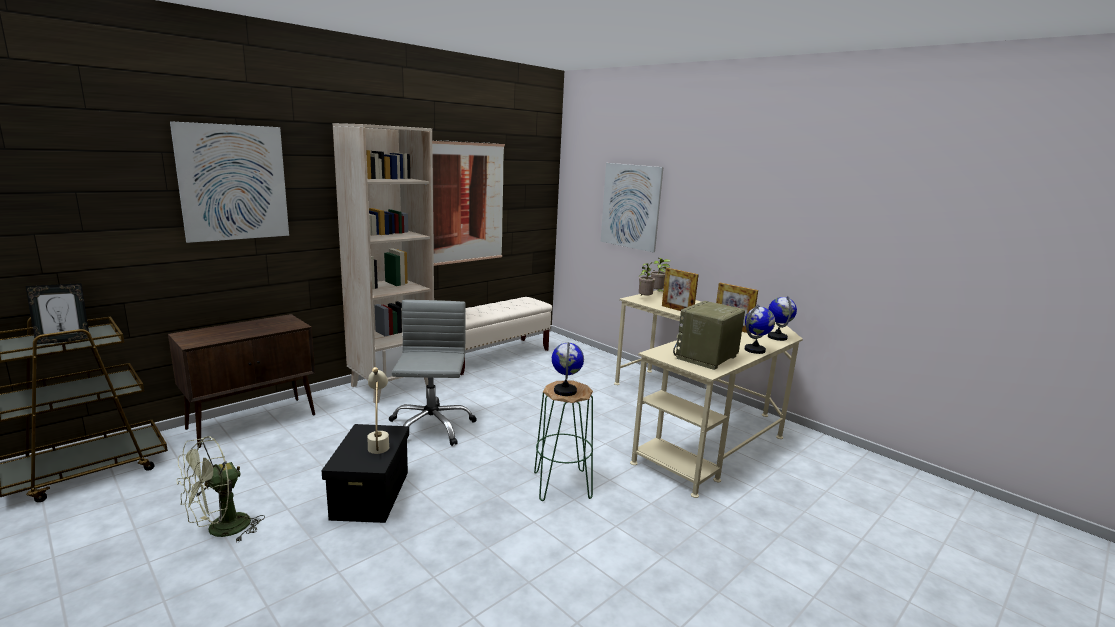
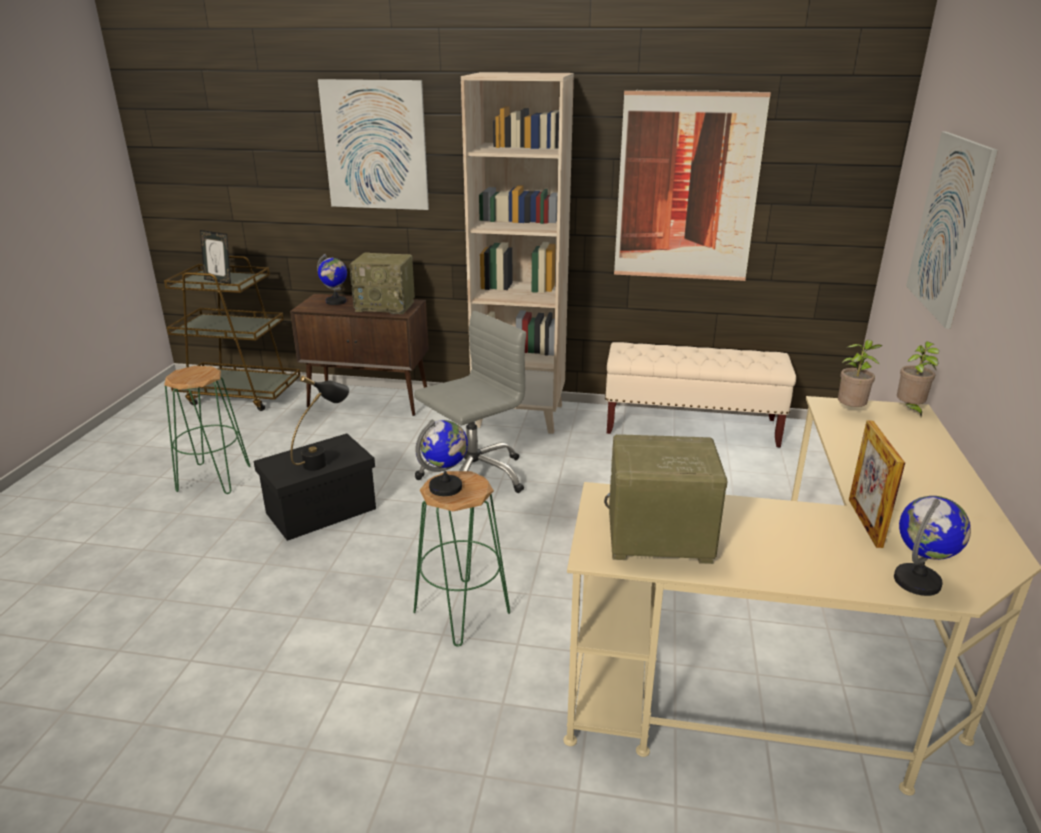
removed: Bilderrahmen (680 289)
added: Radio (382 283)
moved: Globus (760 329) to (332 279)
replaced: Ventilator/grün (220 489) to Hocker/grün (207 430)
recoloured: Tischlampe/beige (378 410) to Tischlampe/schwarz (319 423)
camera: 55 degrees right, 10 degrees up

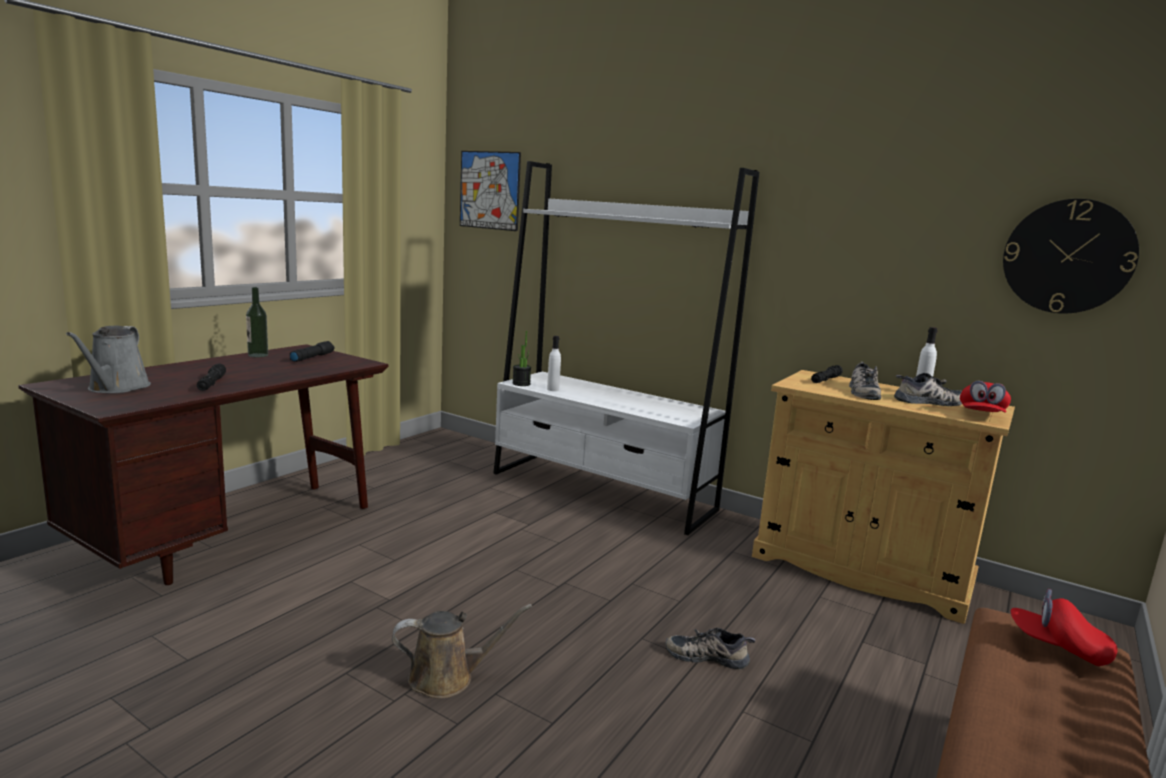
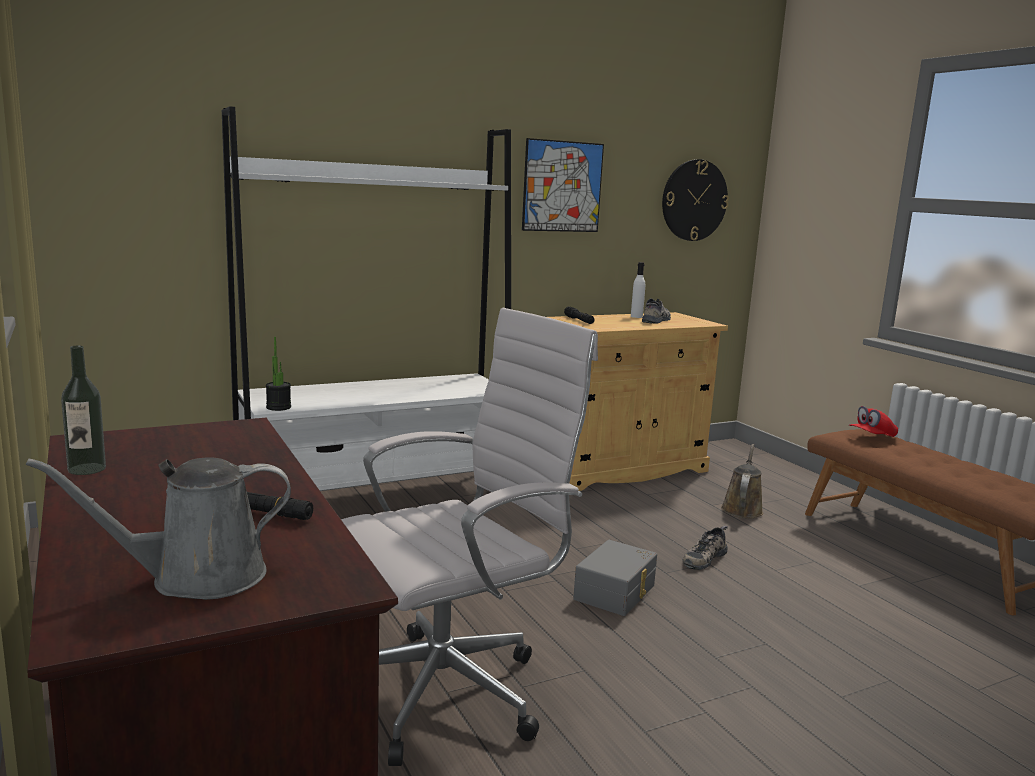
removed: Taschenlampe/schwarz (312 351); Flasche/weiß (554 363); Schuh (865 381); Kappe/rot (985 397)
added: Bürostuhl/weiß (469 537); Aufbewahrungsbox/grau (615 578)
moved: Gießkanne/braun (462 651) to (742 481); Bild (490 191) to (563 185)
turned: Gießkanne/grau (108 359) = (158 528) 135 degrees clockwise
camera: 60 degrees left, 0 degrees up

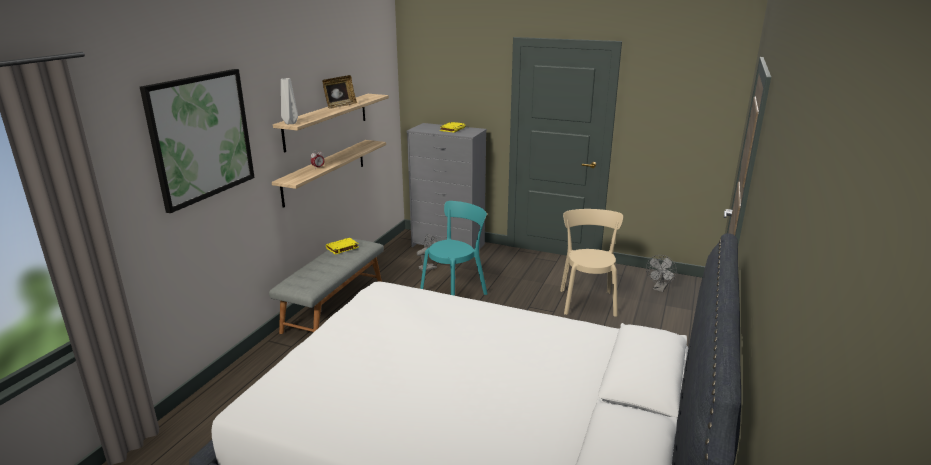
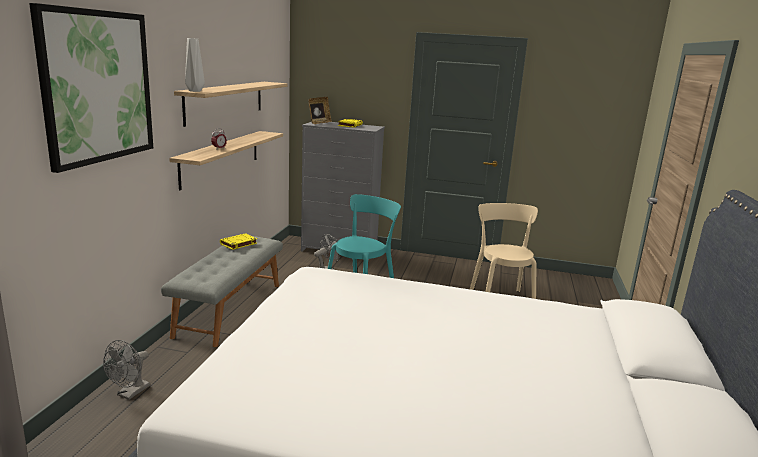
moved: Bilderrahmen (339 92) to (320 110); Ventilator/grau (661 273) to (126 370)
camera: 10 degrees left, 5 degrees down

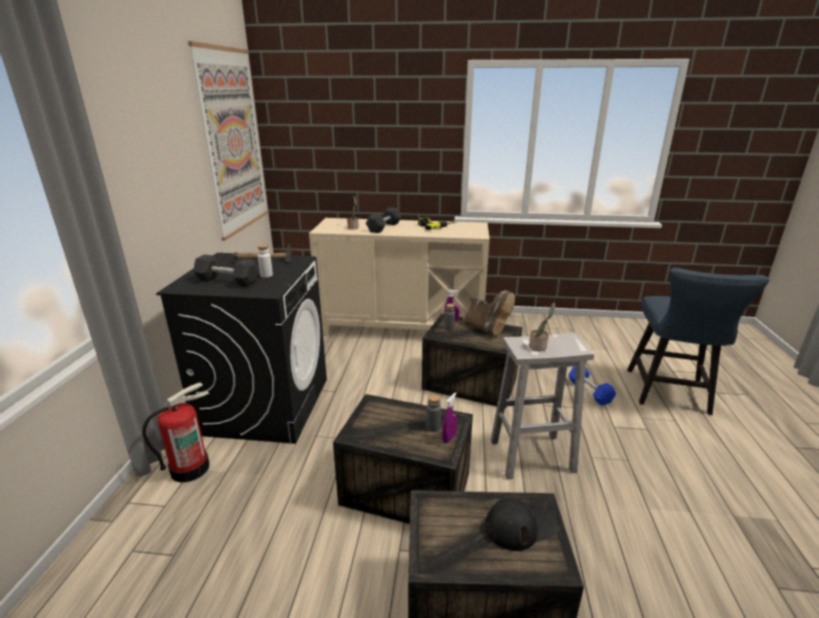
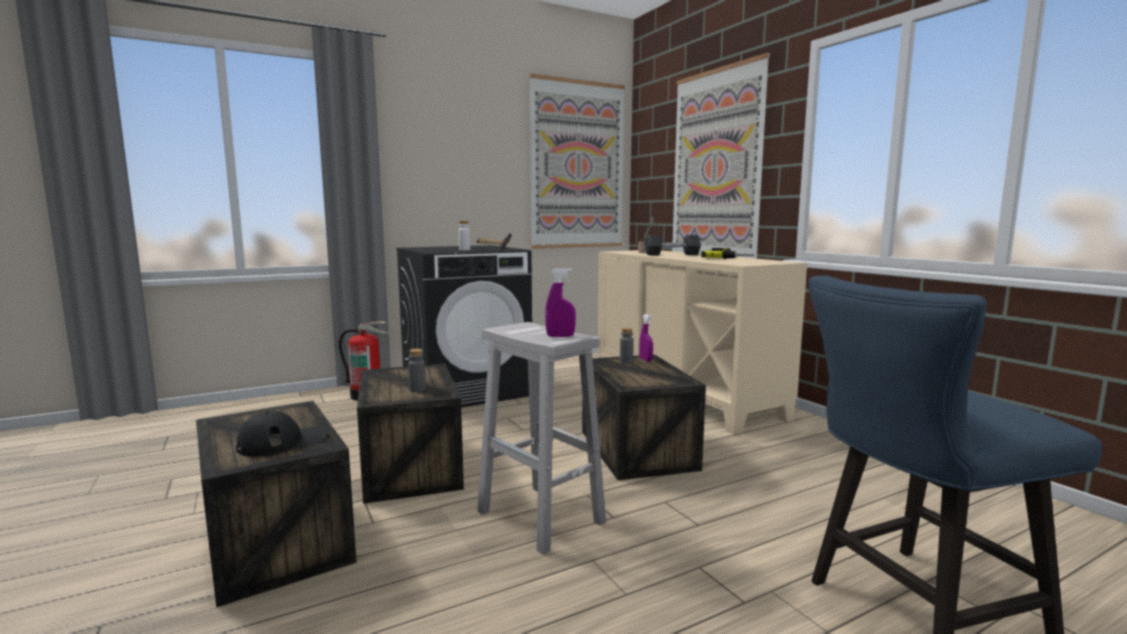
removed: Hantel/schwarz (225 270); Stiefel/braun (488 313); Topfpflanze (542 327); Hantel/blau (592 386)
added: Bild (721 156)
moved: Sprühflasche/lila (449 417) to (560 302)
turned: Kappe/schwarz (521 524) = (281 434) 75 degrees counterclockwise
camera: 55 degrees right, 15 degrees down

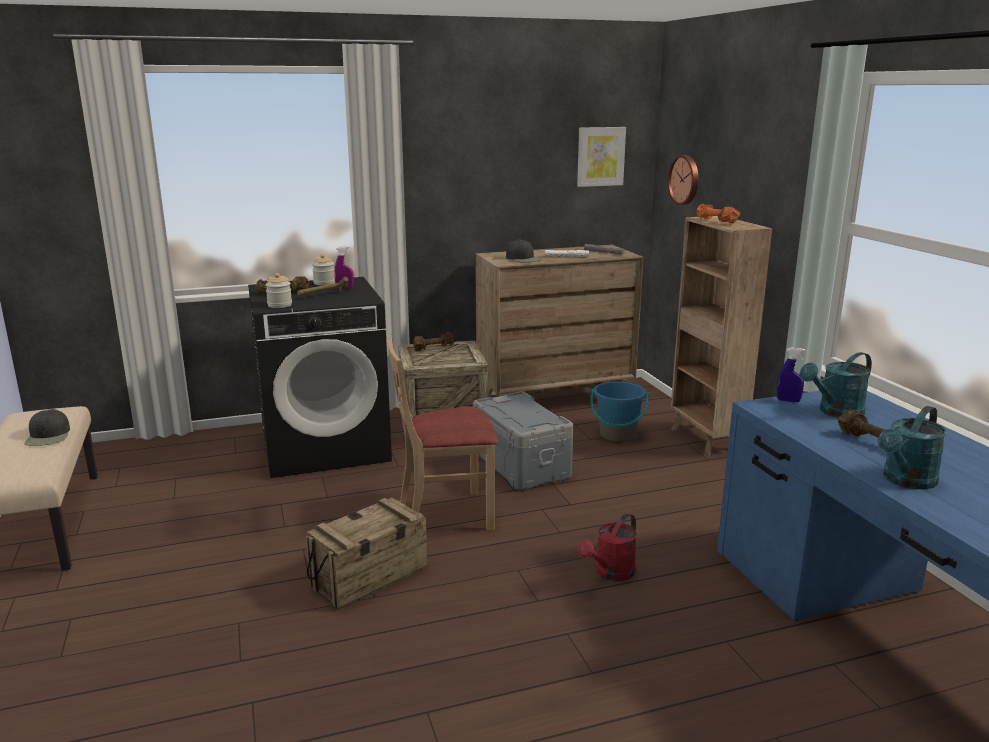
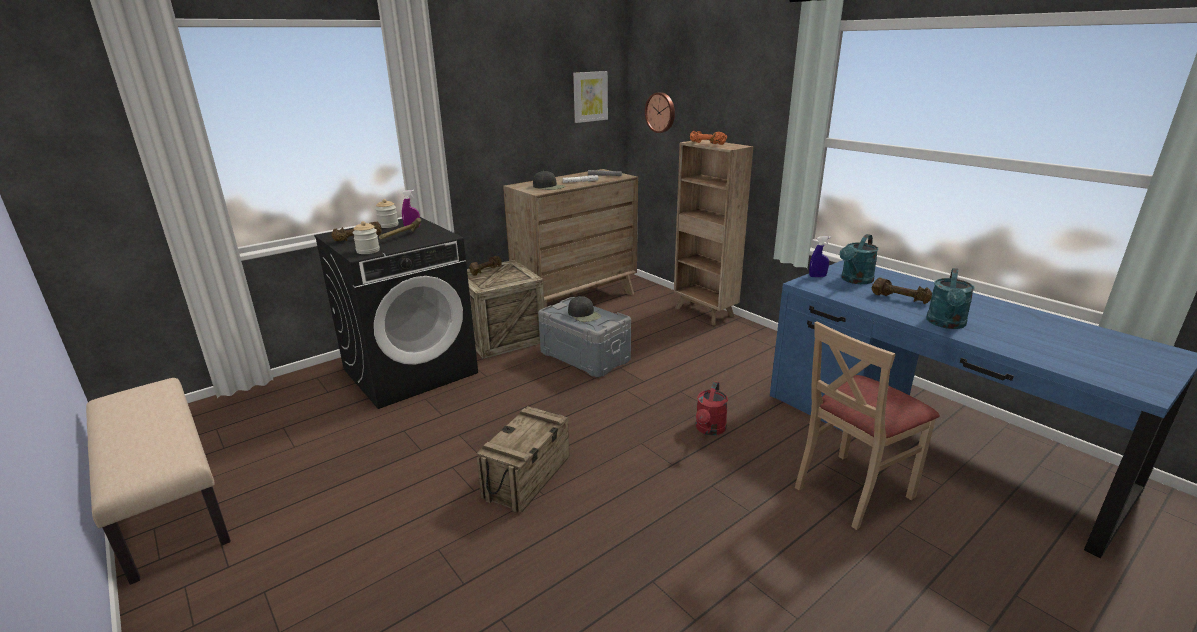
removed: Eimer/blau (619 412)
moved: Kappe/schwarz (47 427) to (584 309); Stuhl/beige (443 434) to (867 425)
camera: 20 degrees left, 5 degrees up

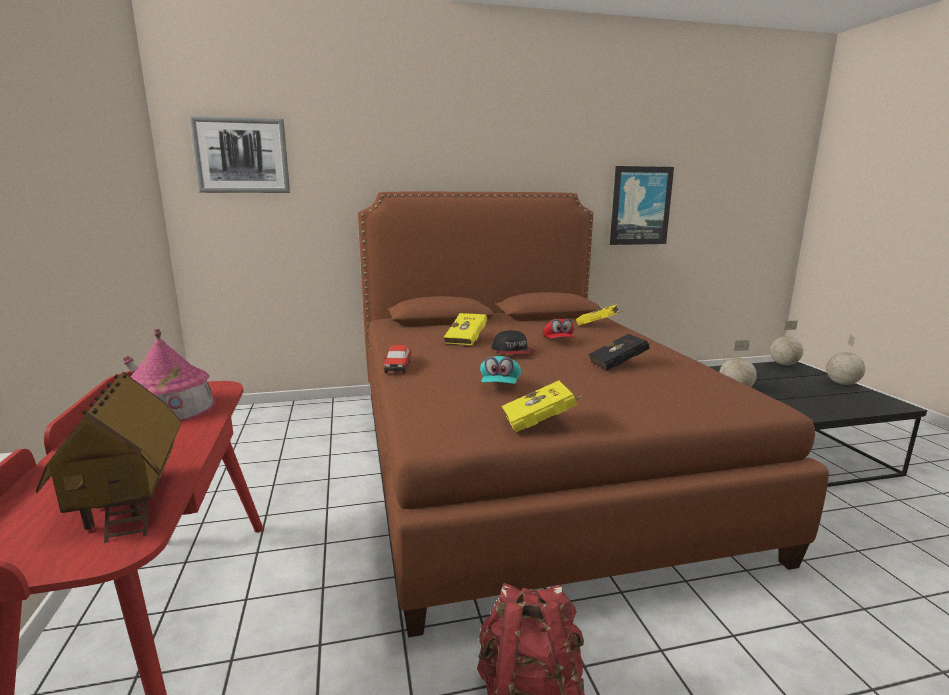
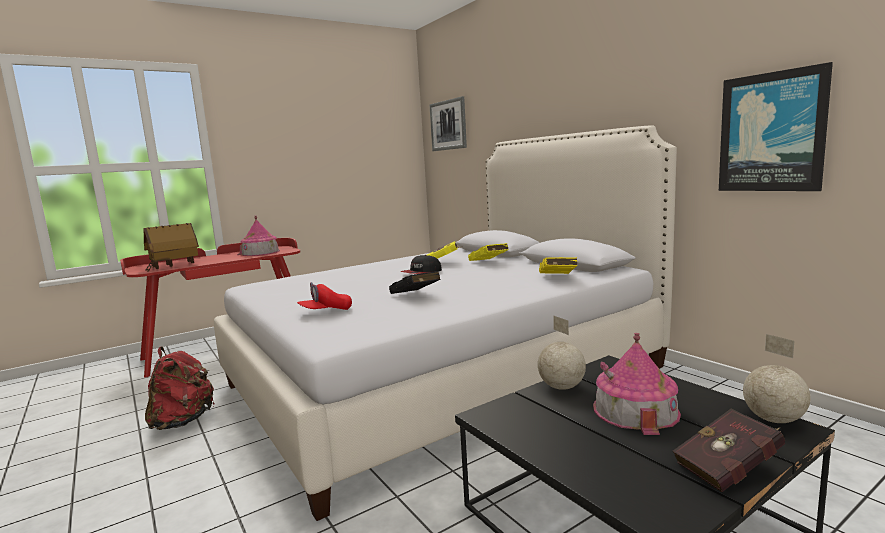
removed: Spielzeugauto (397 359); Kappe/türkis (500 370)
added: Spielzeughaus (637 384)
moved: Buch/gelb (543 406) to (488 252); Kappe/rot (559 329) to (324 296)
replaced: Globus (846 359) to Buch/rot (729 450)
recoloured: Bett/braun (593 415) to Bett/weiß (445 323)
camera: 70 degrees right, 5 degrees down

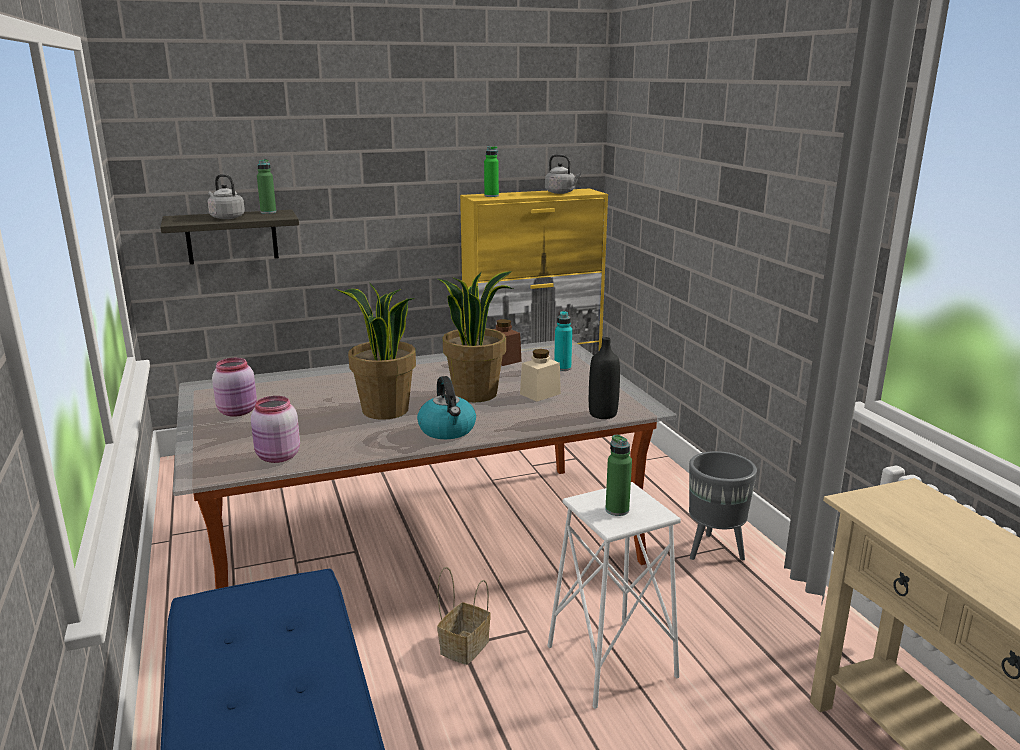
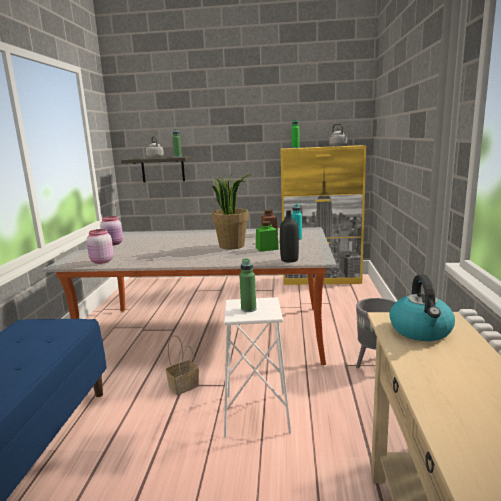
removed: Topfpflanze (375 351)
moved: Wasserkessel (446 407) to (422 307)
recoloured: Vorratsglas/beige (540 375) to Vorratsglas/grün (267 236)
camera: 25 degrees right, 5 degrees down

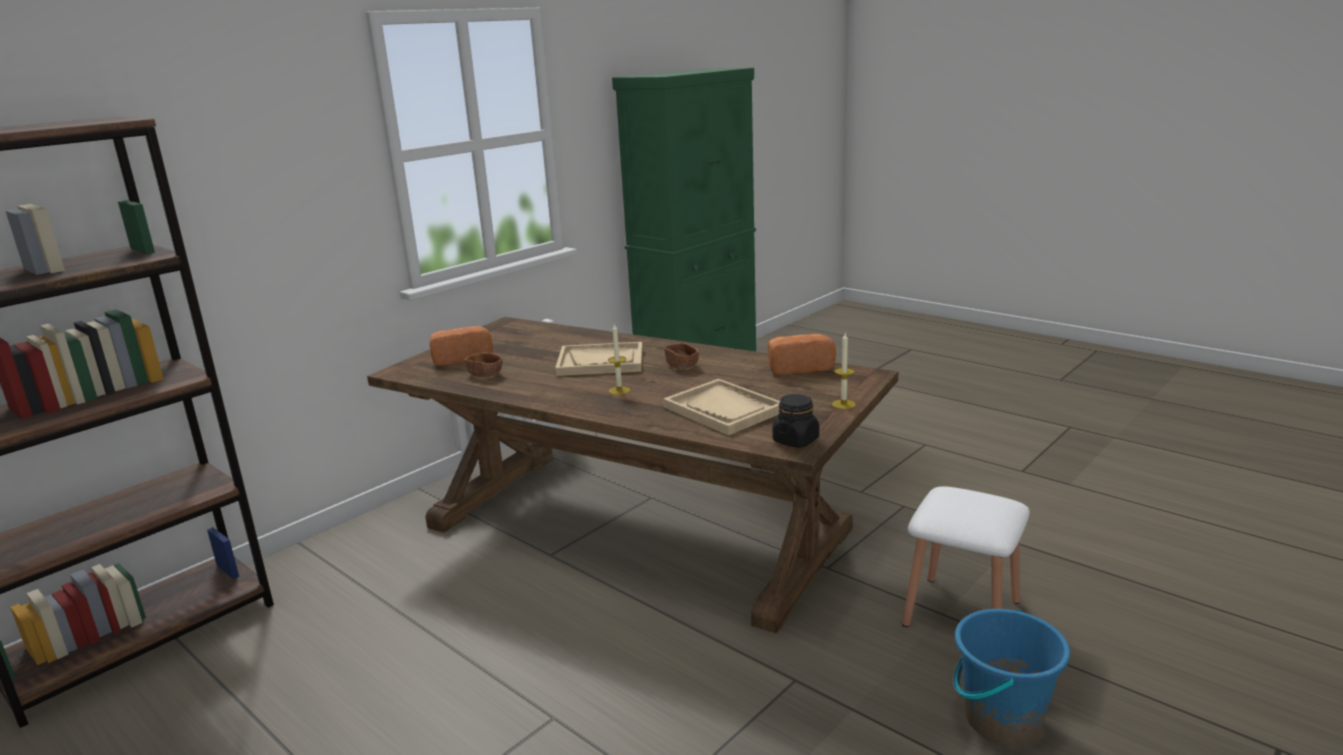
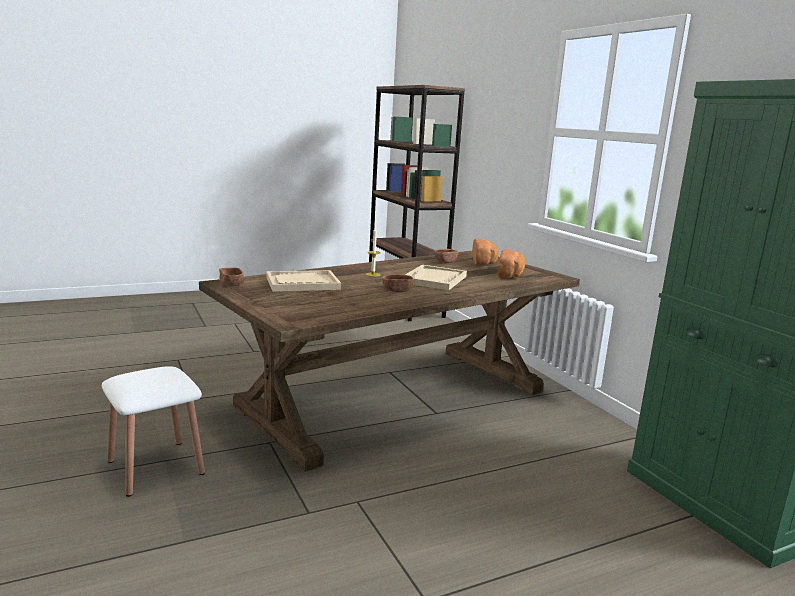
removed: Kerze (844 371); Eimer/blau (1011 677)
moved: Brot (802 354) to (511 263)
replaced: Vorratsglas/schwarz (795 421) to Schüssel/braun (231 277)
camera: 110 degrees right, 5 degrees down

